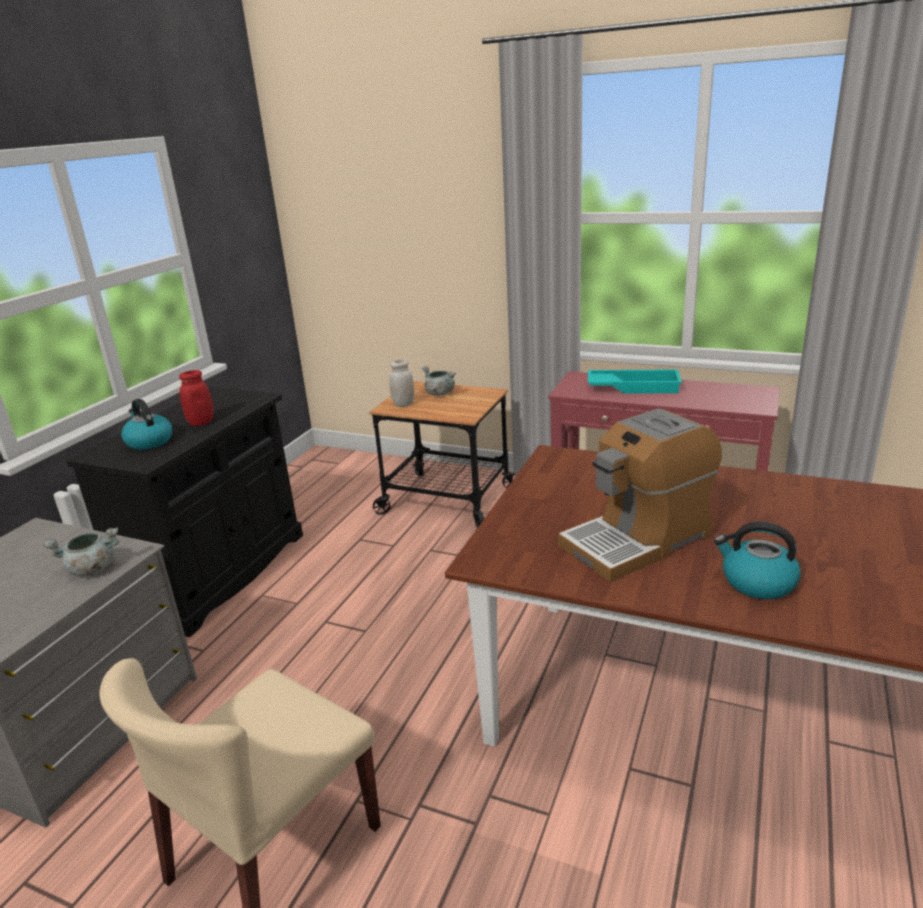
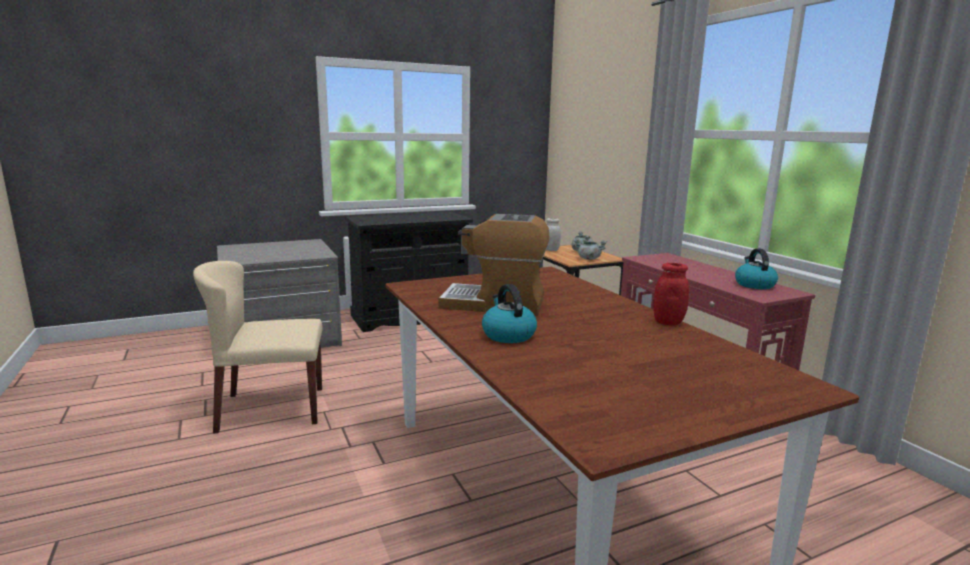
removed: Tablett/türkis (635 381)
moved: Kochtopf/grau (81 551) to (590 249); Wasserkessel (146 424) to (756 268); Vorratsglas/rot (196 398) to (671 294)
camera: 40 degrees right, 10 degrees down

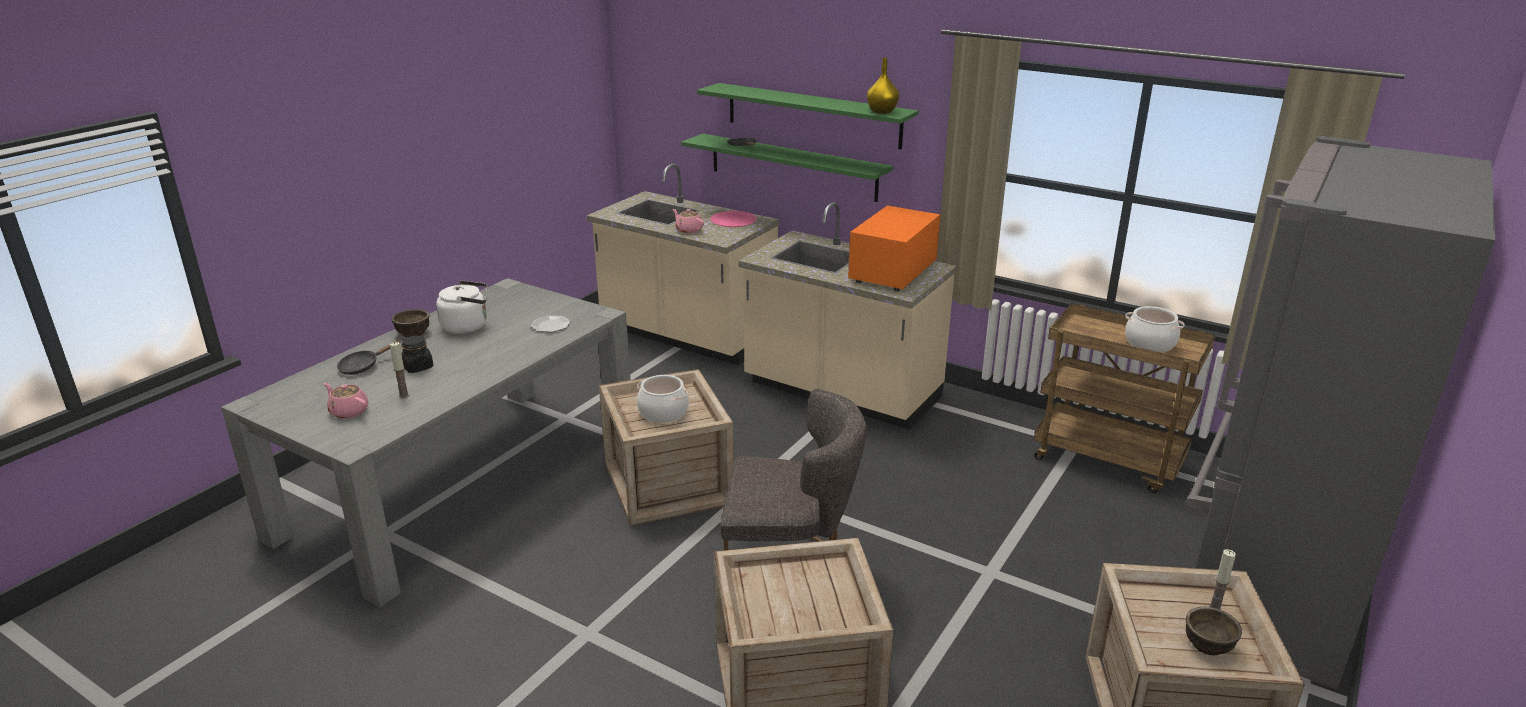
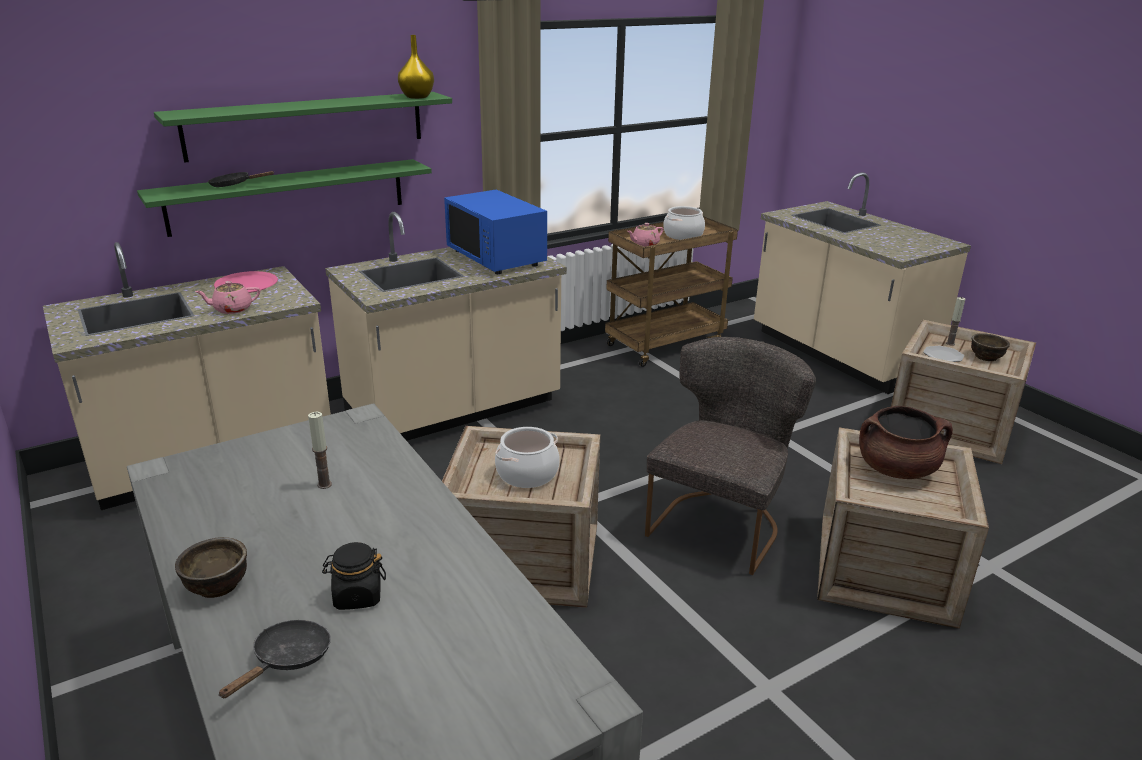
removed: Wasserkessel/weiß (461 307)
added: Kochtopf/braun (906 442)
moved: Teekanne/rosa (346 401) to (645 235); Kerze (399 370) to (320 450); Teller (551 323) to (943 354)
replaced: Kühlschrank/grau (1340 412) to Küchenzeile/beige (862 283)
recoloured: Mikrowelle/orange (894 248) to Mikrowelle/blau (495 231)
turned: Pfanne/schwarz (369 357) = (274 659) 135 degrees counterclockwise
camera: 65 degrees left, 0 degrees up

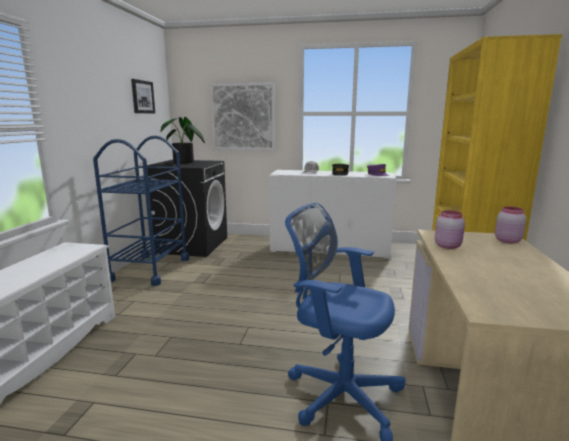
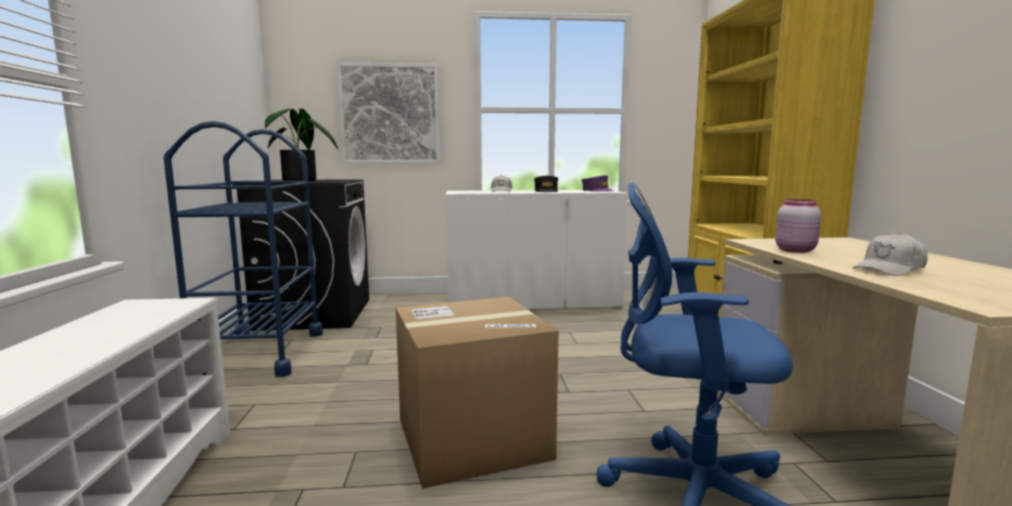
removed: Bild (143 96); Vorratsglas/rosa (510 225)
added: Karton (477 393); Kappe/weiß (890 254)
camera: 15 degrees left, 5 degrees down

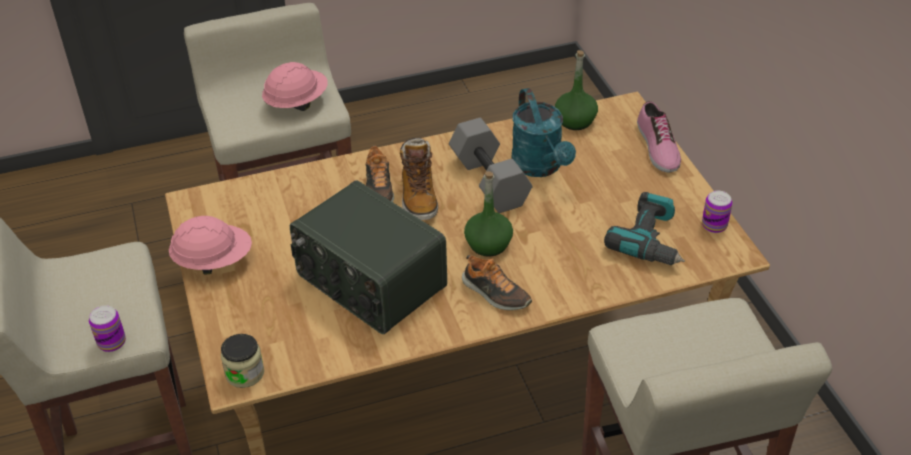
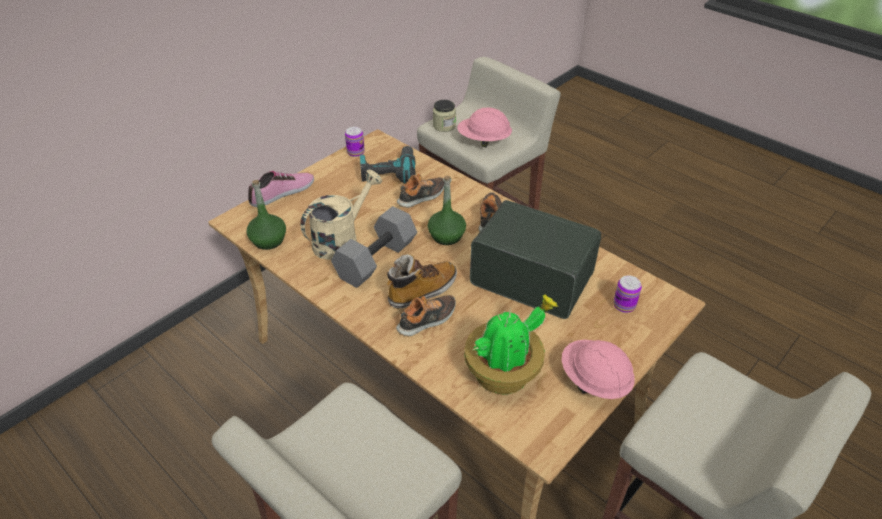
added: Schuh (420 191); Topfpflanze (511 344)
moved: Dose (107 328) to (627 294); Vorratsglas (242 361) to (444 116); Schutzhelm/rosa (295 86) to (484 127)
recoloured: Gießkanne/türkis (544 132) to Gießkanne/beige (341 215)
turned: Radio (368 257) = (535 259) 75 degrees counterclockwise
camera: 120 degrees left, 0 degrees up

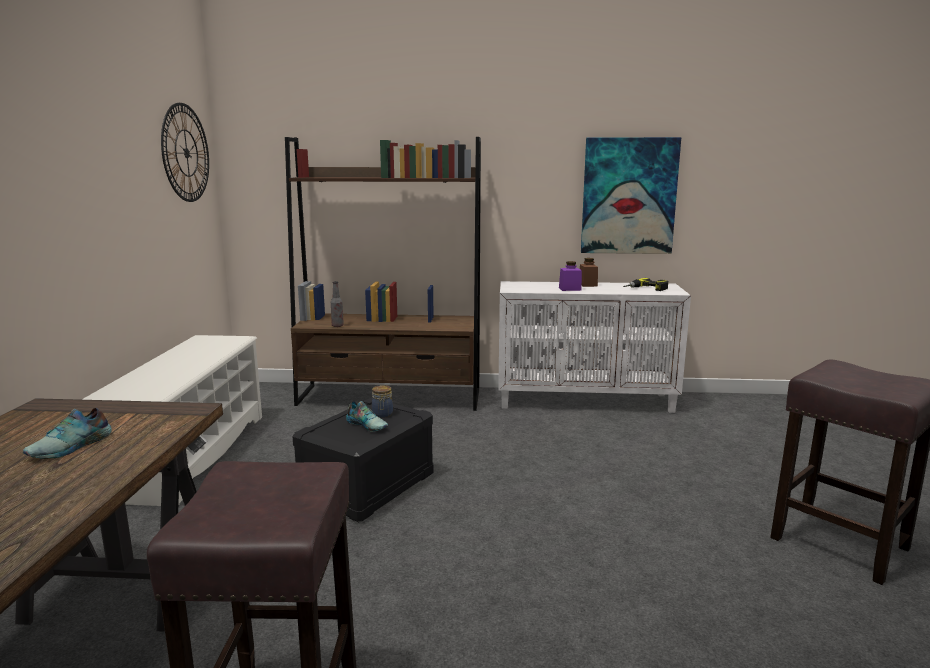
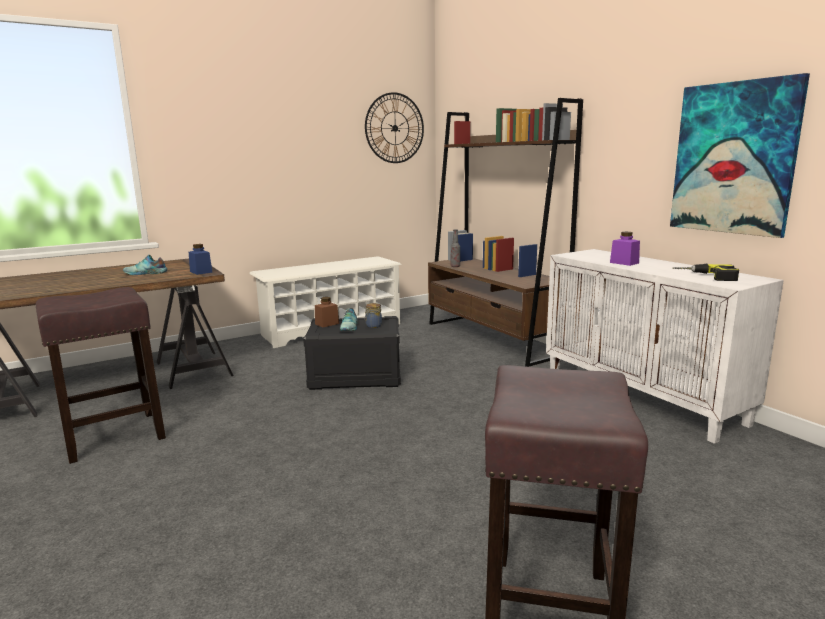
added: Vorratsglas/blau (201 259)
moved: Vorratsglas/braun (589 272) to (327 312)
camera: 55 degrees right, 0 degrees up

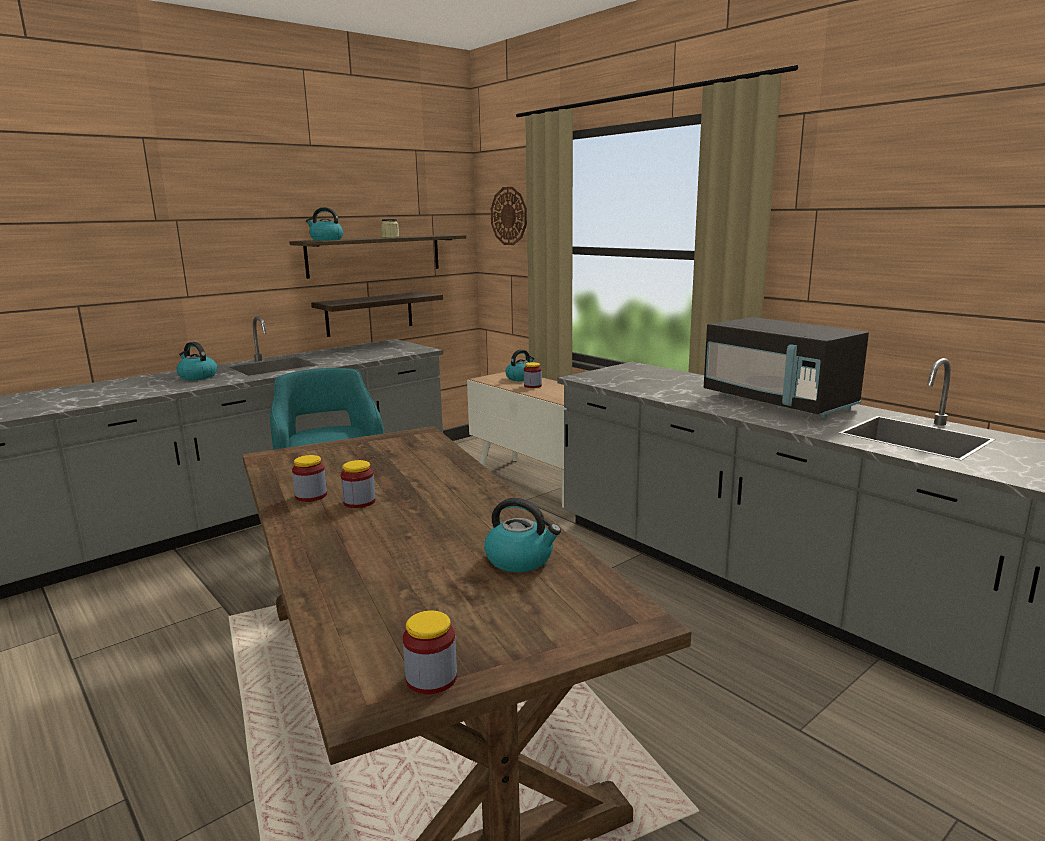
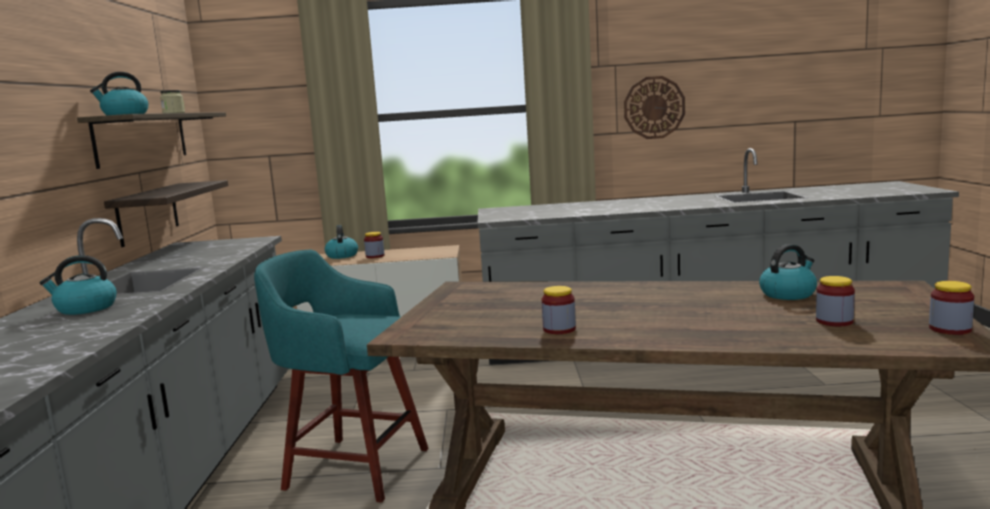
removed: Mikrowelle/schwarz (786 367)
moved: Vorratsglas (358 484) to (835 301); Wanduhr (509 216) to (654 107)
camera: 50 degrees left, 5 degrees down

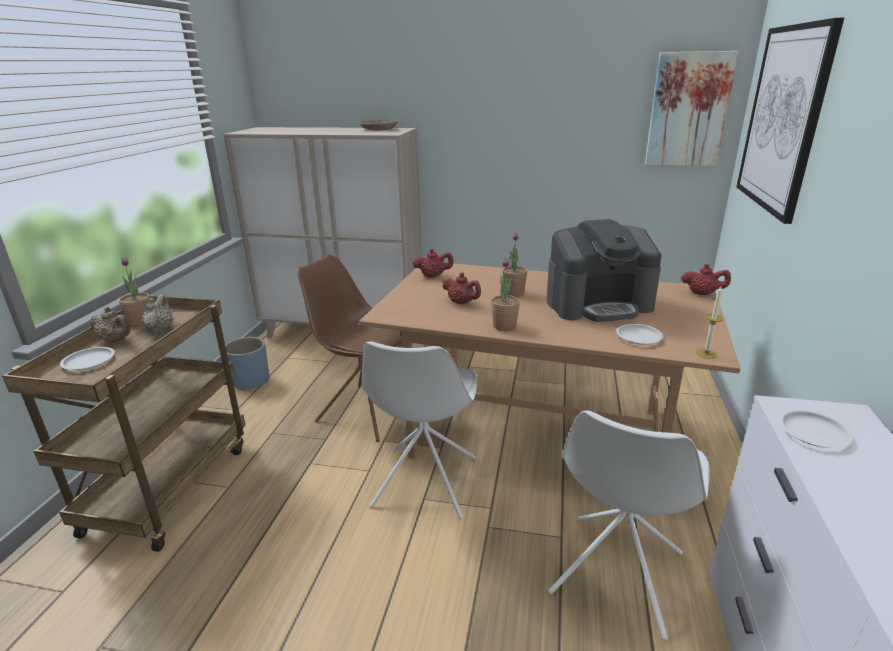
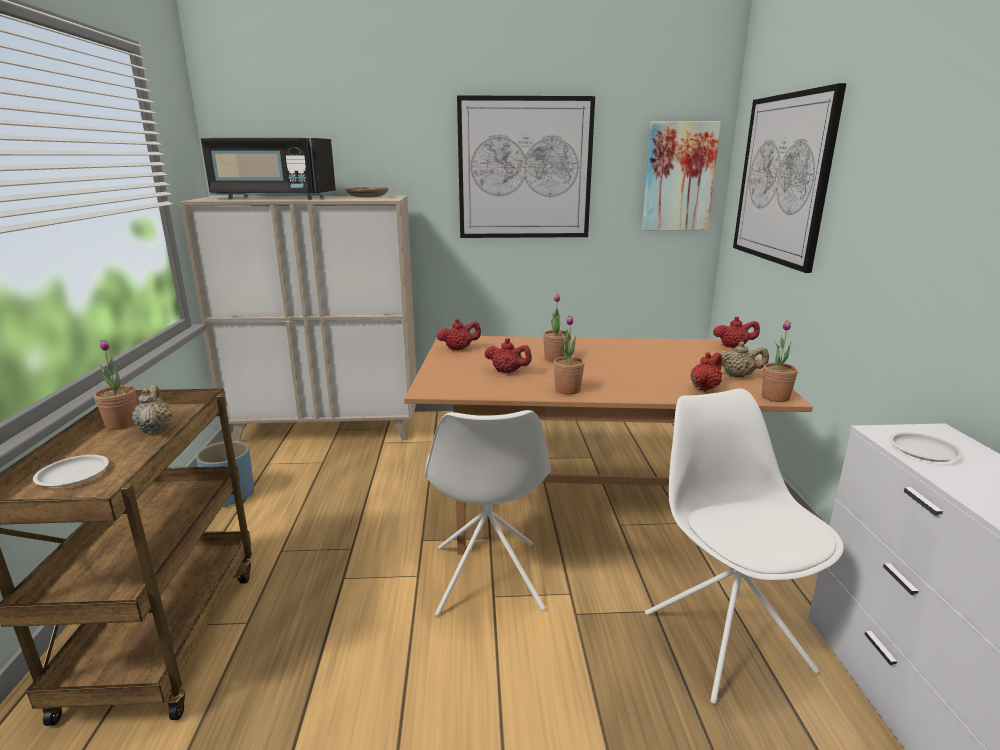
removed: Stuhl/braun (349 348); Kaffeemaschine (603 270)
added: Mikrowelle/schwarz (268 169); Bild (526 166)
moved: Teekanne/beige (110 324) to (743 359)
replaced: Teller/weiß (639 334) to Teekanne/rot (706 372); Kerze (710 322) to Topfpflanze (780 361)
turned: Stuhl/weiß (629 525) = (744 546) 150 degrees clockwise
camera: 15 degrees left, 5 degrees down

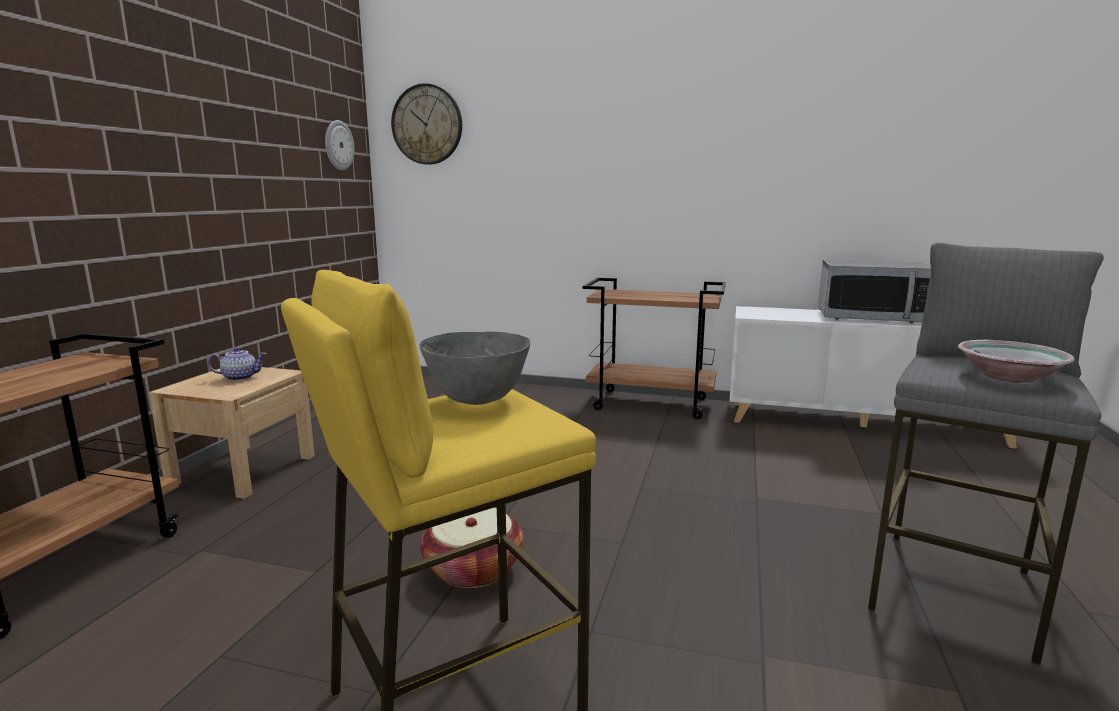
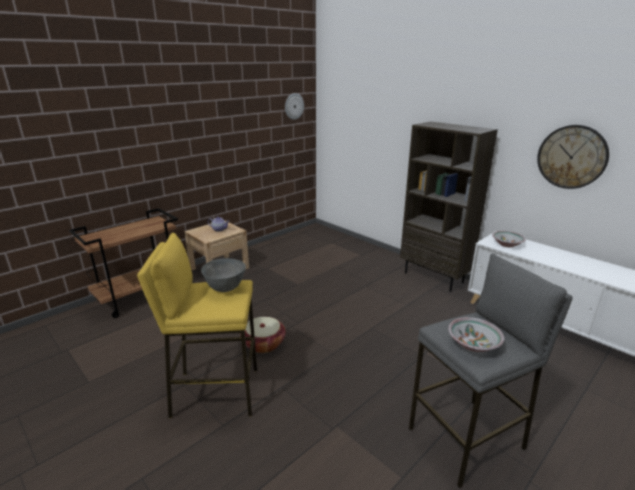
removed: Mikrowelle (874 291)
added: Schüssel (508 239)
moved: Wanduhr (426 124) to (573 157)
replaced: Rollwagen/braun (654 348) to Bücherregal/braun (449 206)
camera: 30 degrees right, 10 degrees up

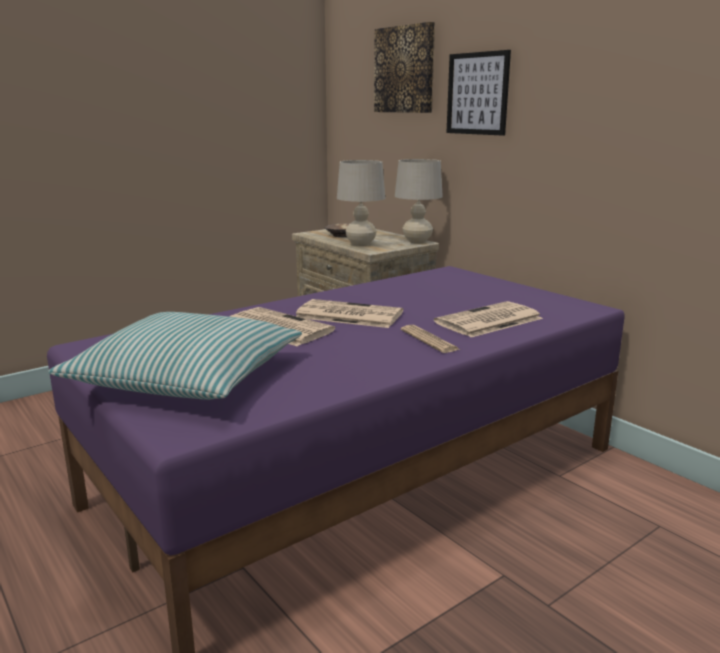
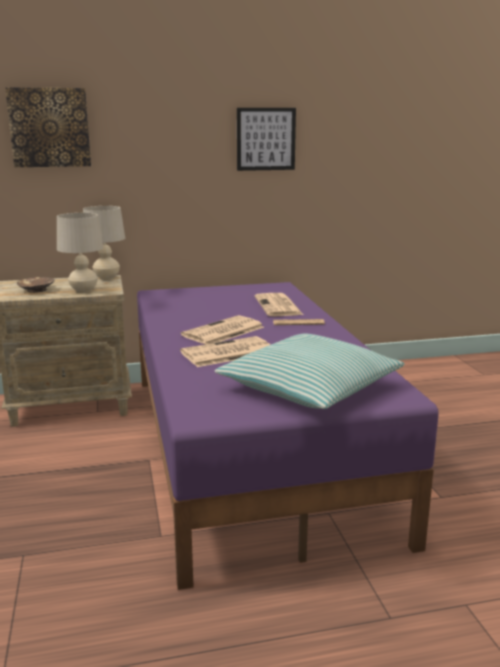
moved: Bild (478 93) to (266 139)
camera: 65 degrees left, 0 degrees up

